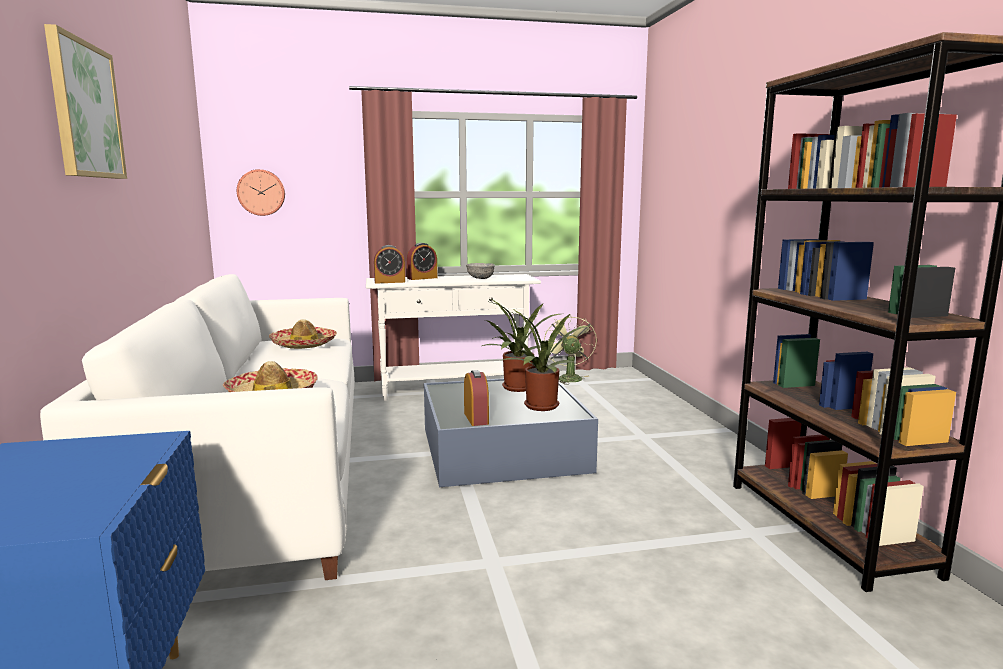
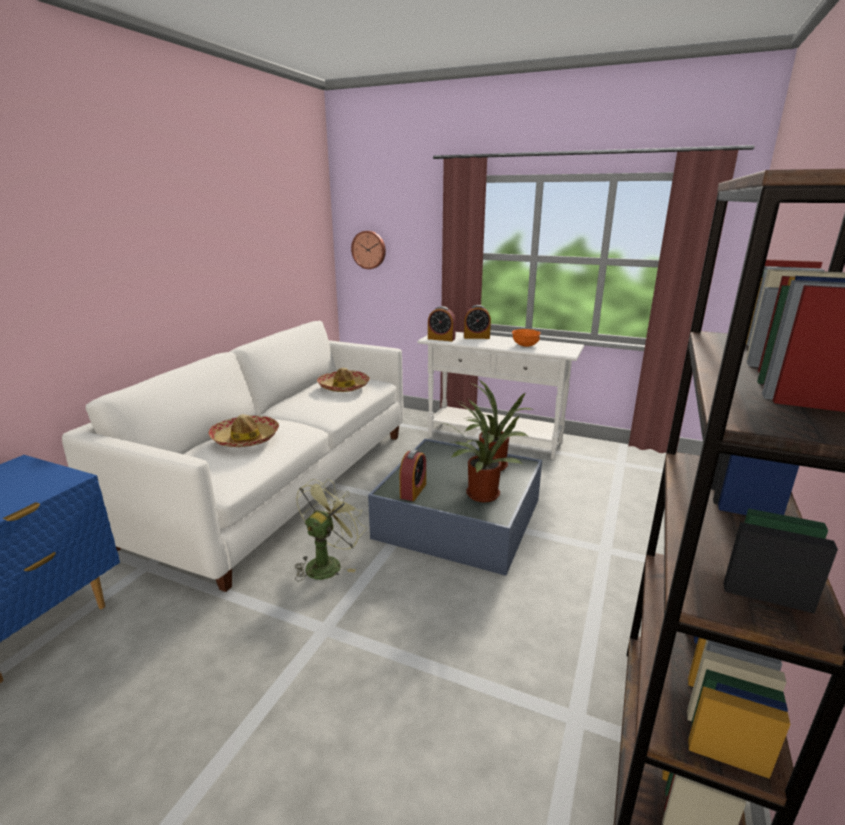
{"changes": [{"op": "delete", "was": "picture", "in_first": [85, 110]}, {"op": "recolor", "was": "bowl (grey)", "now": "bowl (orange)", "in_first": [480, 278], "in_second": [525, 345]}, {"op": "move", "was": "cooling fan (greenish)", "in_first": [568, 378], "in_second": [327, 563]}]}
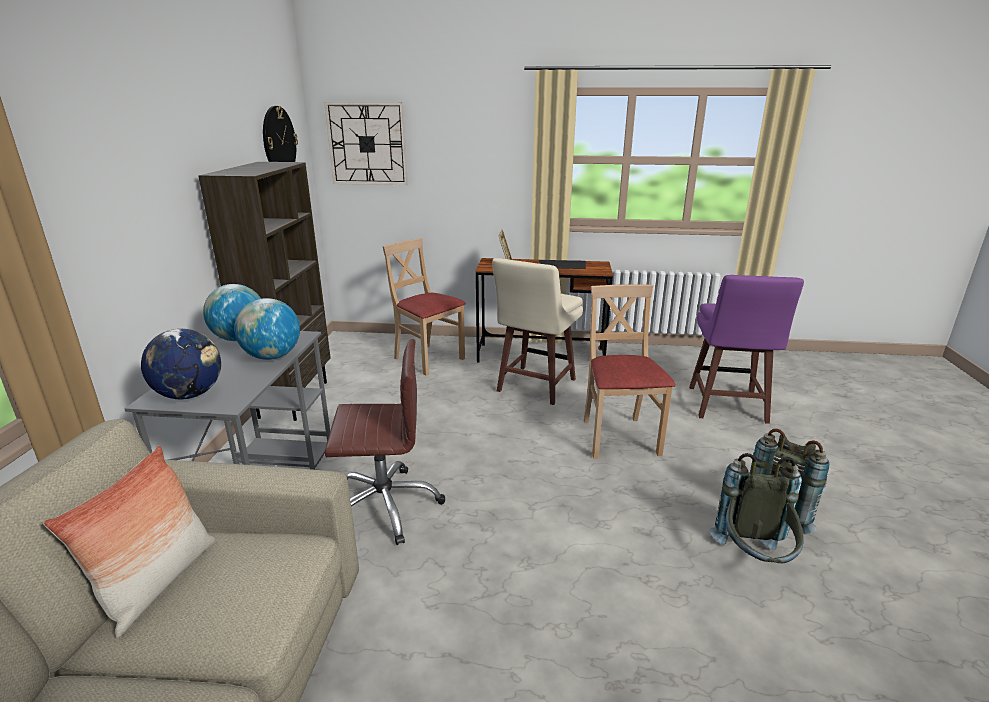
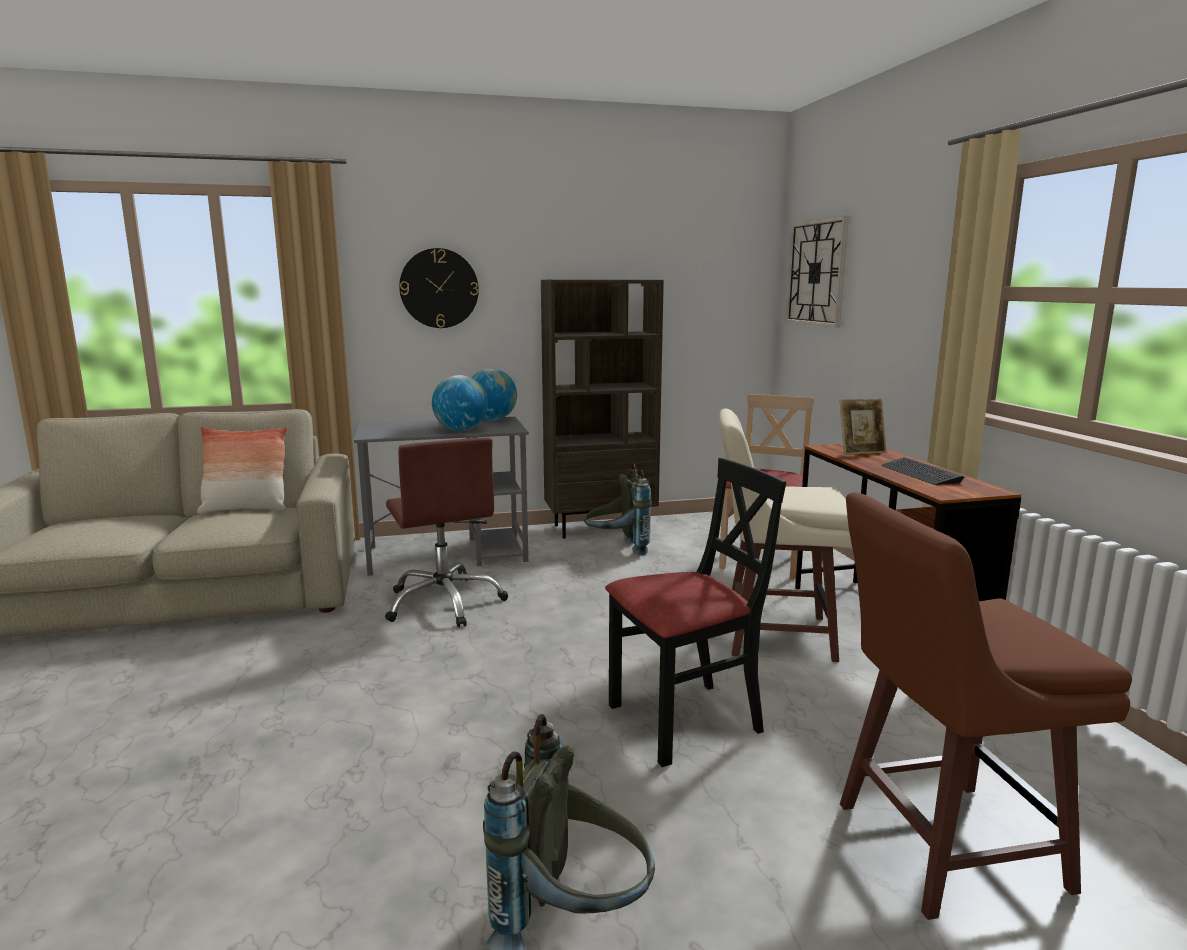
{"changes": [{"op": "move", "was": "hanging clock", "in_first": [279, 141], "in_second": [439, 288]}, {"op": "recolor", "was": "stool seat (purple-coloured)", "now": "stool seat (brown)", "in_first": [726, 406], "in_second": [942, 845]}, {"op": "recolor", "was": "chair (beige)", "now": "chair (blackish)", "in_first": [619, 437], "in_second": [685, 720]}, {"op": "delete", "was": "globe", "in_first": [190, 394]}, {"op": "move", "was": "knapsack (grey)", "in_first": [753, 561], "in_second": [617, 549]}]}
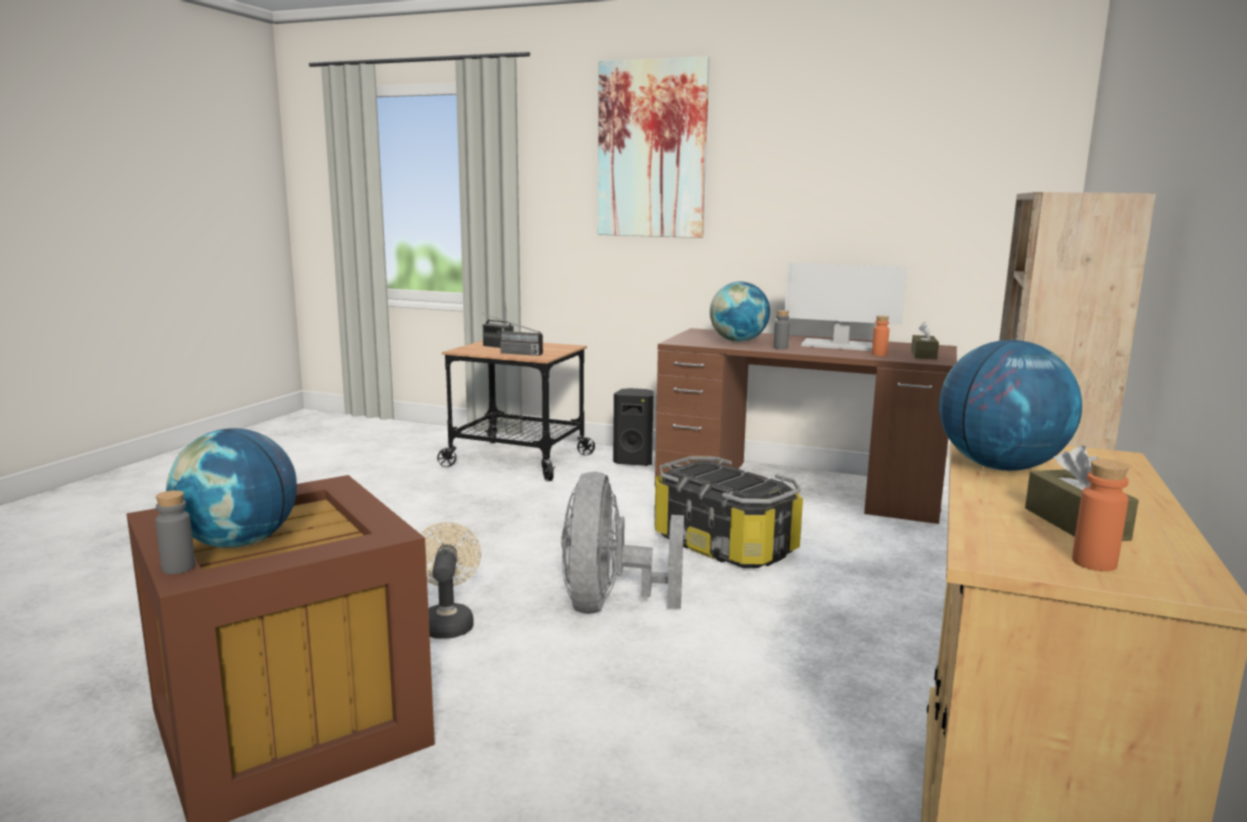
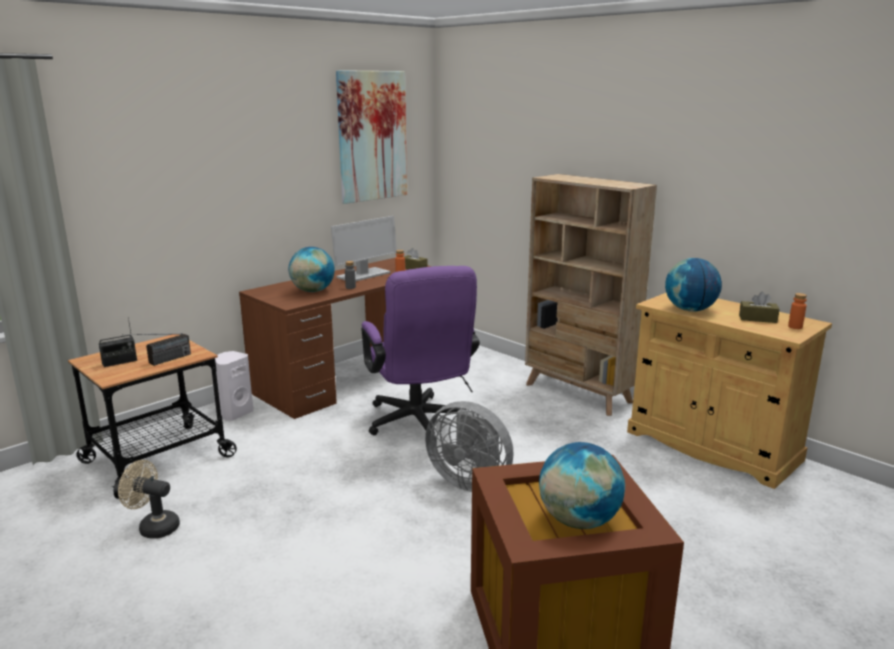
{"changes": [{"op": "move", "was": "picture", "in_first": [652, 149], "in_second": [372, 136]}, {"op": "recolor", "was": "audio speaker (blackish)", "now": "audio speaker (whitish)", "in_first": [634, 461], "in_second": [234, 413]}, {"op": "replace", "was": "storage box", "now": "office chair (purple-coloured)", "in_first": [723, 545], "in_second": [419, 424]}, {"op": "delete", "was": "beverage bottle (grey)", "in_first": [178, 568]}, {"op": "move", "was": "cooling fan (beige)", "in_first": [447, 622], "in_second": [154, 527]}]}
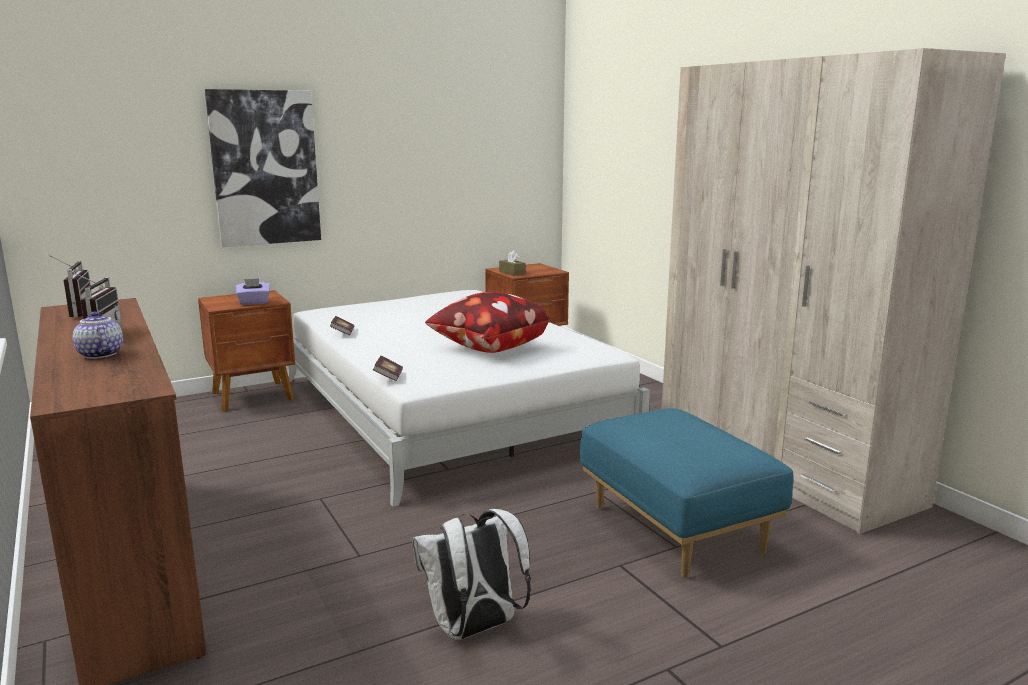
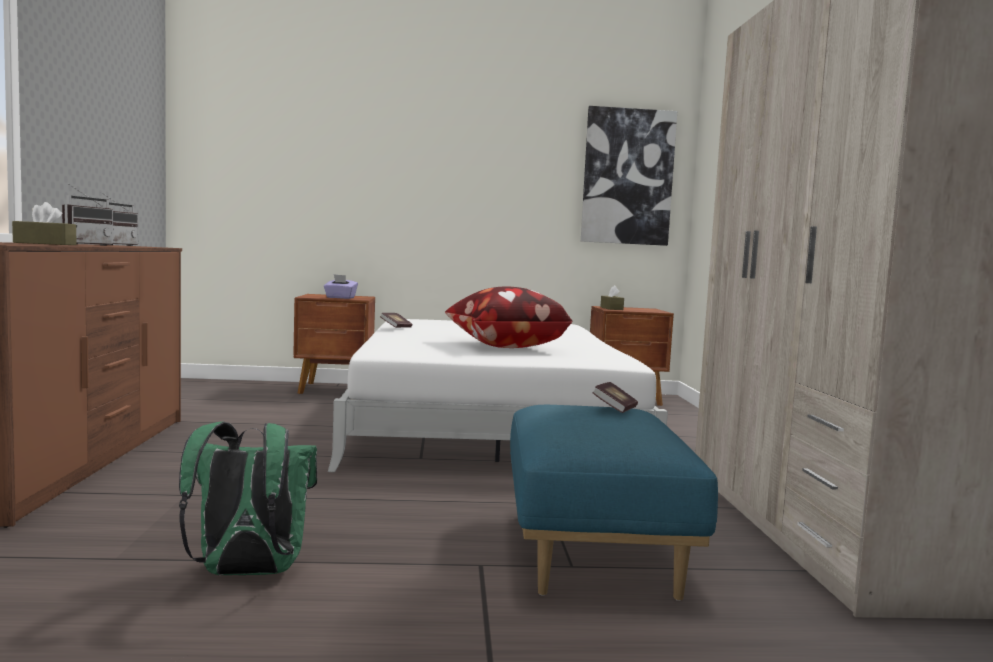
{"changes": [{"op": "move", "was": "picture", "in_first": [265, 168], "in_second": [627, 177]}, {"op": "replace", "was": "tea pot", "now": "box of tissues (brown)", "in_first": [99, 354], "in_second": [45, 244]}, {"op": "move", "was": "book", "in_first": [388, 377], "in_second": [615, 410]}, {"op": "recolor", "was": "knapsack (whitish)", "now": "knapsack (greenish)", "in_first": [474, 629], "in_second": [247, 573]}]}
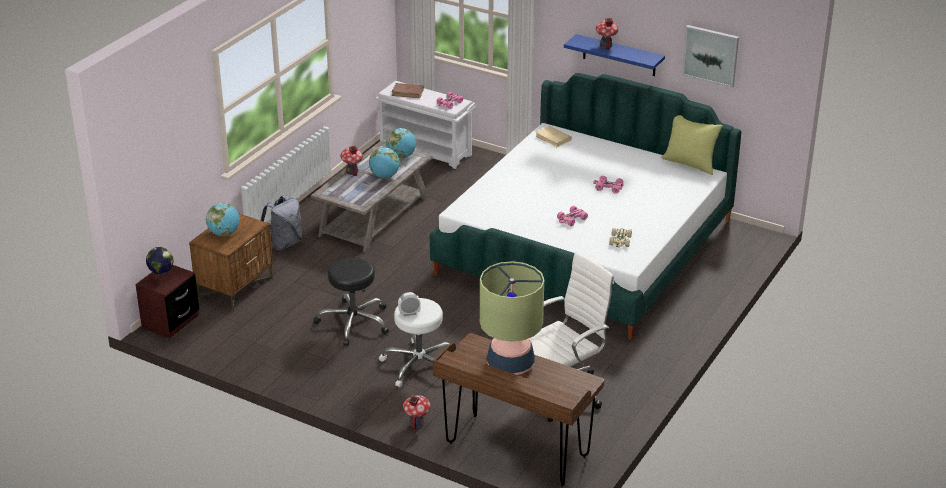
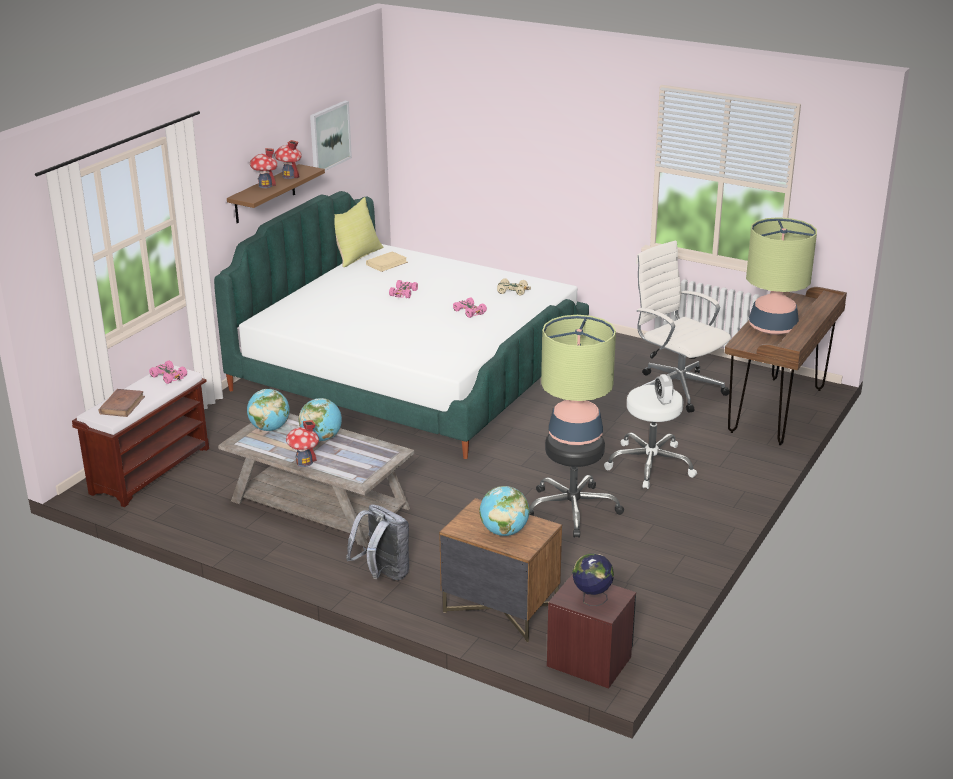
{"changes": [{"op": "recolor", "was": "shelf (blue-coloured)", "now": "shelf (brown)", "in_first": [619, 55], "in_second": [265, 194]}, {"op": "recolor", "was": "long seat (whitish)", "now": "long seat (brown)", "in_first": [426, 151], "in_second": [151, 470]}, {"op": "move", "was": "book (beige)", "in_first": [553, 138], "in_second": [387, 263]}, {"op": "move", "was": "toy house", "in_first": [417, 423], "in_second": [289, 176]}, {"op": "insert", "now": "lamp for a table", "in_second": [575, 436]}]}
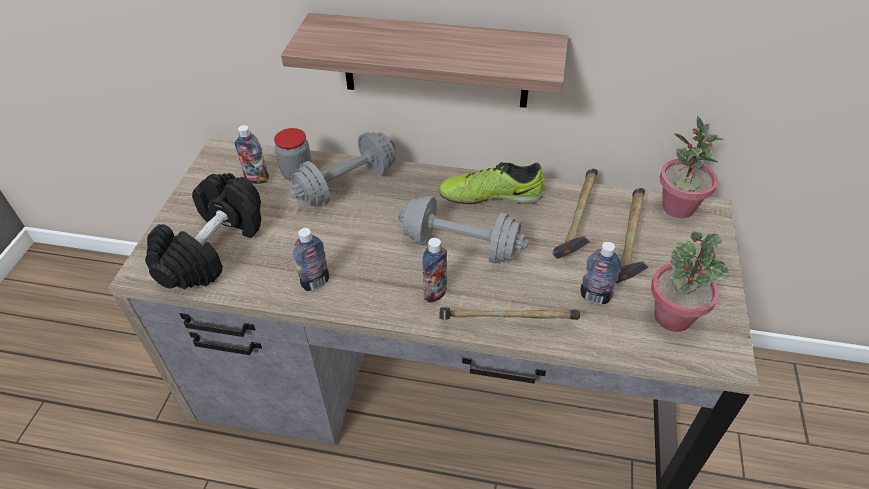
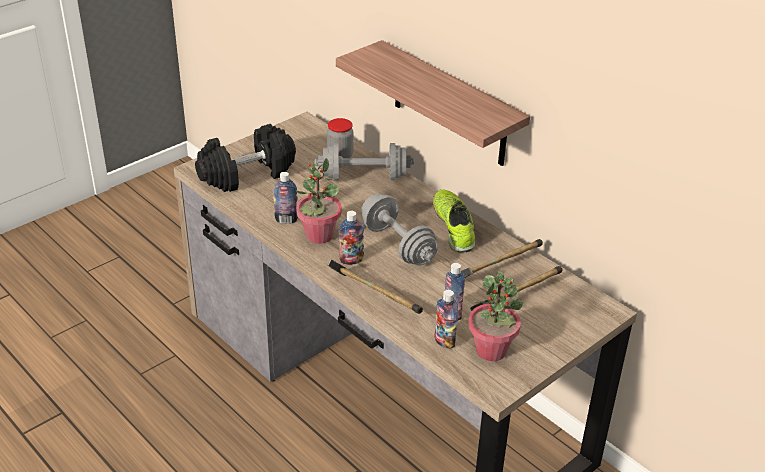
{"changes": [{"op": "move", "was": "potted plant", "in_first": [678, 207], "in_second": [319, 235]}, {"op": "move", "was": "beverage bottle", "in_first": [257, 179], "in_second": [444, 341]}, {"op": "rotate", "was": "item of footwear", "in_first": [490, 196], "in_second": [454, 226], "clockwise": 45}]}
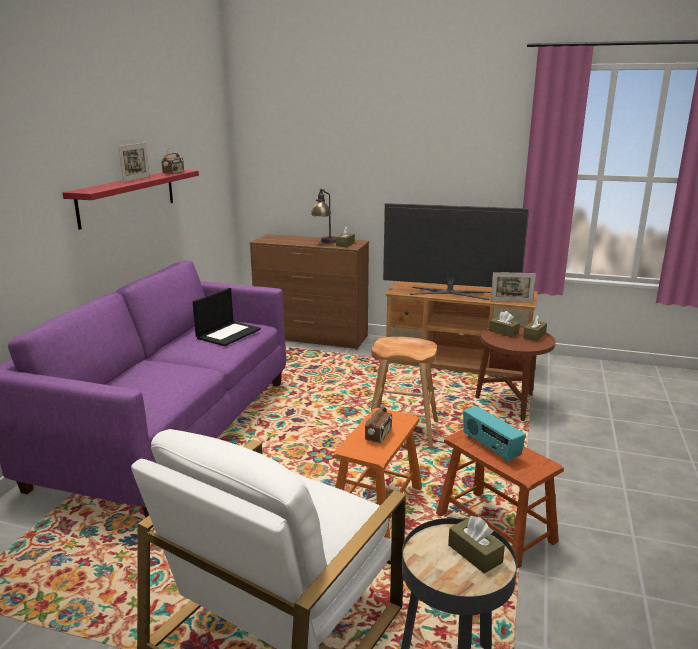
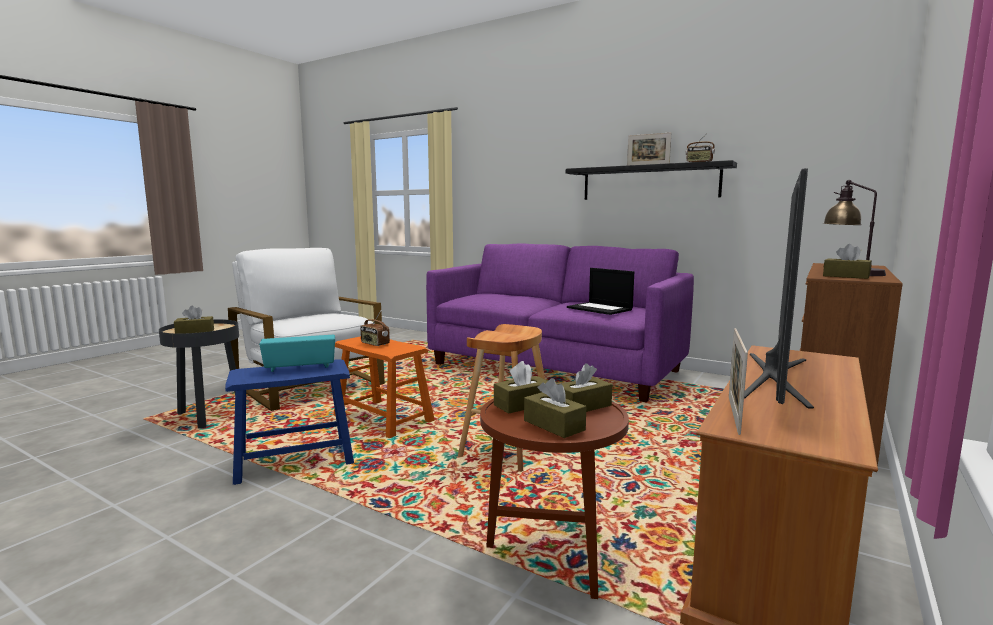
{"changes": [{"op": "recolor", "was": "shelf (red-coloured)", "now": "shelf (blackish)", "in_first": [128, 197], "in_second": [649, 182]}, {"op": "recolor", "was": "stool seat (brown)", "now": "stool seat (blue-coloured)", "in_first": [495, 527], "in_second": [295, 459]}, {"op": "insert", "now": "box of tissues (brown)", "in_second": [522, 404]}]}
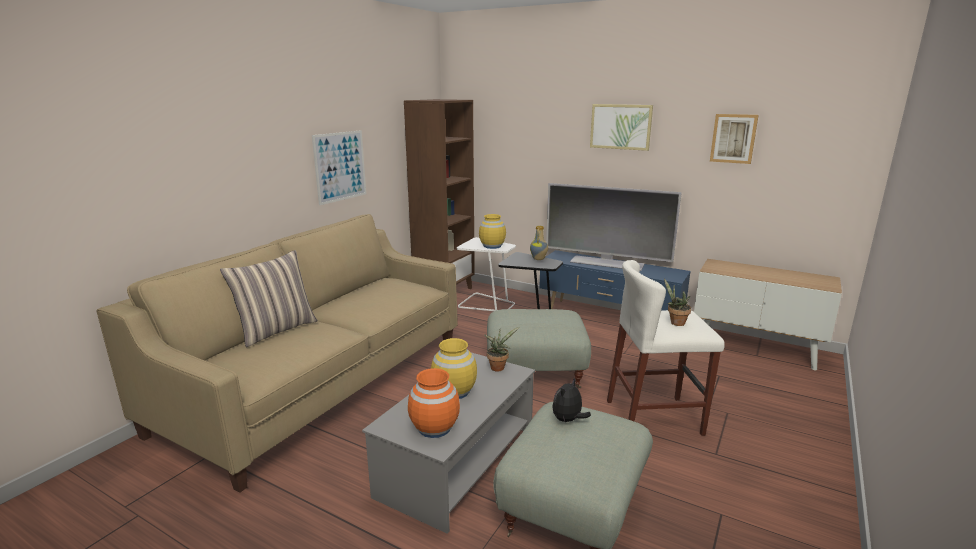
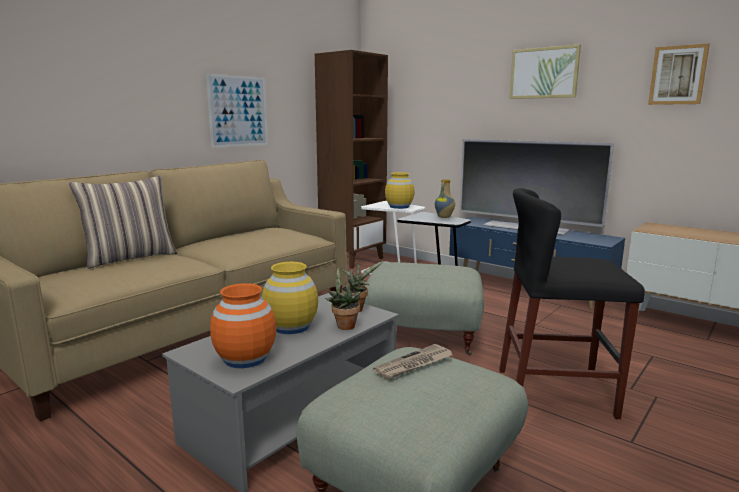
{"changes": [{"op": "recolor", "was": "stool seat (whitish)", "now": "stool seat (blackish)", "in_first": [654, 417], "in_second": [555, 393]}, {"op": "move", "was": "potted plant", "in_first": [675, 322], "in_second": [344, 325]}, {"op": "replace", "was": "soft toy", "now": "daily paper", "in_first": [568, 420], "in_second": [414, 364]}]}
